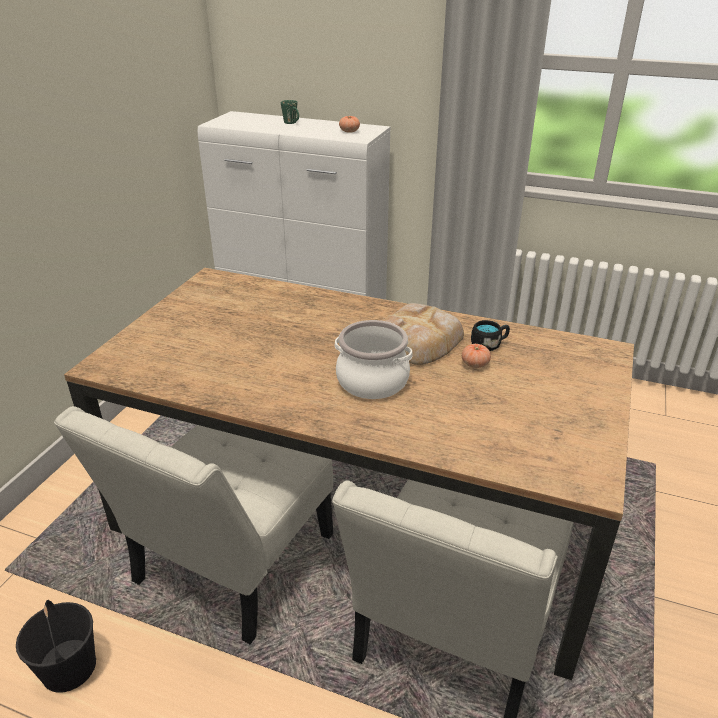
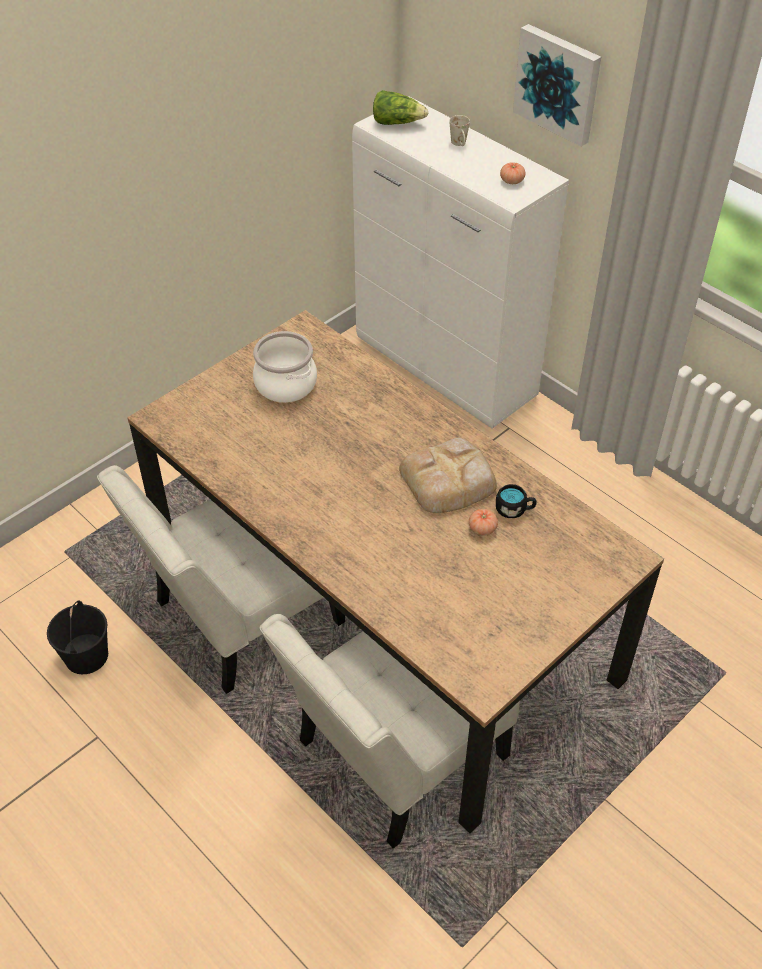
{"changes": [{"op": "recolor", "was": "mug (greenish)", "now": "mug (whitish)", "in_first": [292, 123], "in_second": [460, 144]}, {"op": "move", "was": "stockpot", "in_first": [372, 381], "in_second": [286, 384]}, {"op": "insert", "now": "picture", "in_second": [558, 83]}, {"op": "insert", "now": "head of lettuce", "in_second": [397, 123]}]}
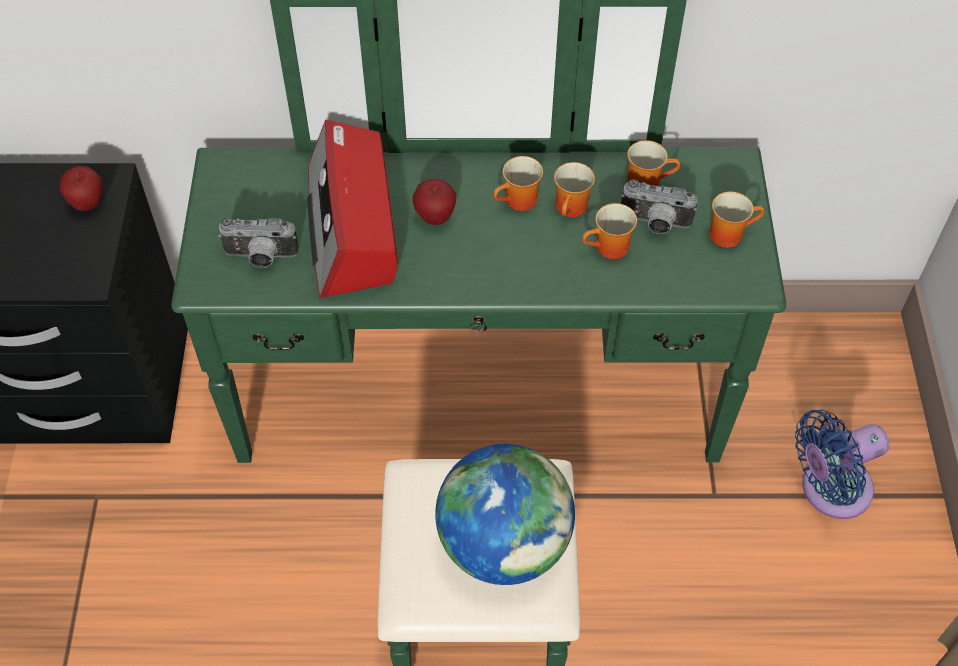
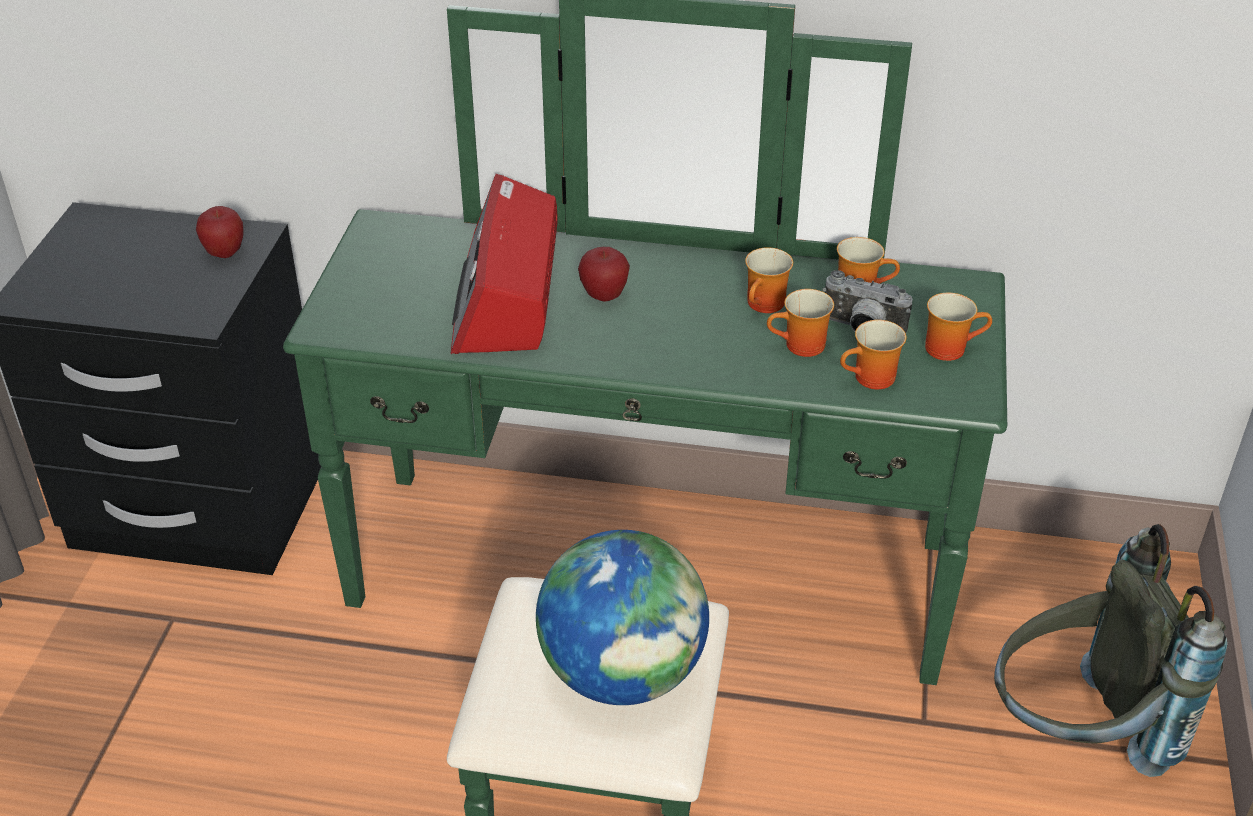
{"changes": [{"op": "move", "was": "mug", "in_first": [519, 202], "in_second": [872, 380]}, {"op": "delete", "was": "still camera", "in_first": [260, 258]}, {"op": "replace", "was": "cooling fan (blue-coloured)", "now": "knapsack (grey)", "in_first": [829, 490], "in_second": [1076, 736]}]}
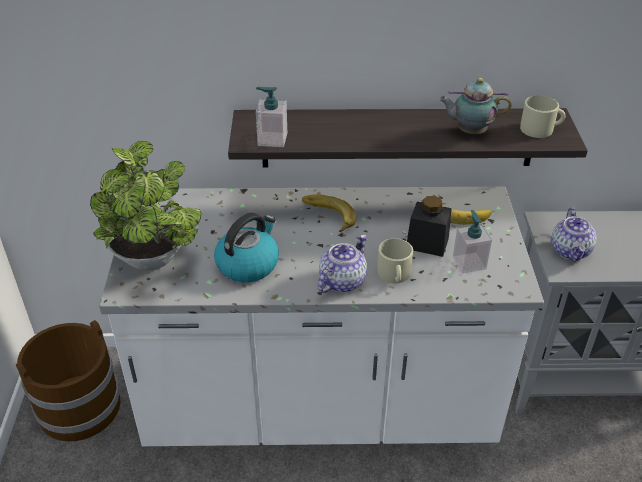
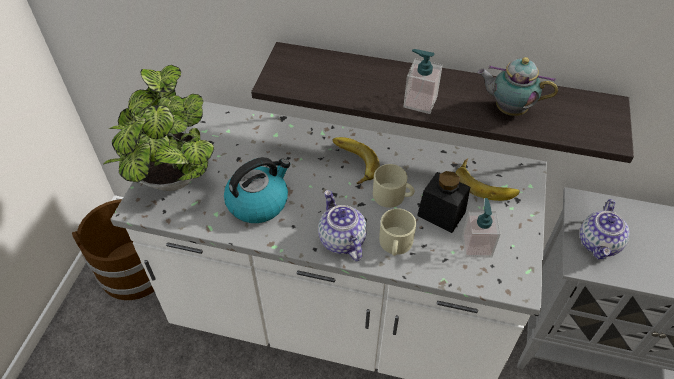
{"changes": [{"op": "move", "was": "soap bottle", "in_first": [272, 139], "in_second": [420, 102]}, {"op": "move", "was": "mug (beige)", "in_first": [541, 129], "in_second": [393, 196]}, {"op": "rotate", "was": "tea pot", "in_first": [342, 281], "in_second": [341, 240], "clockwise": -75}]}
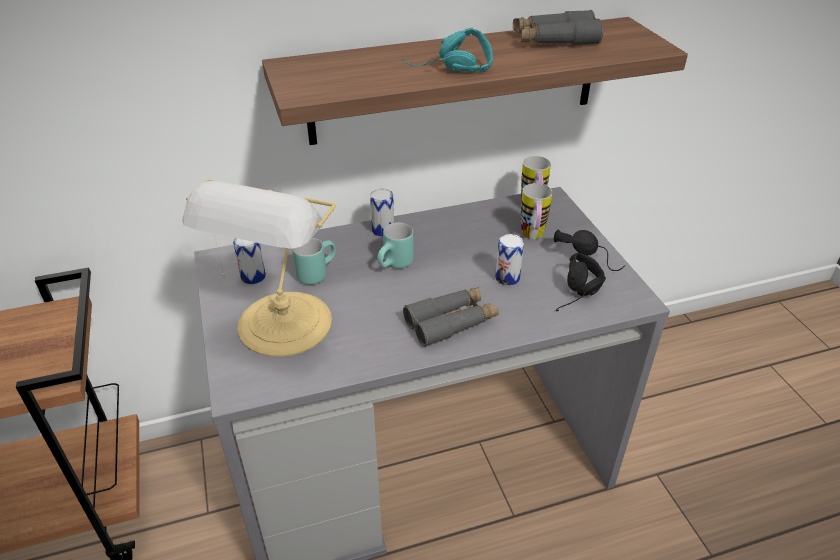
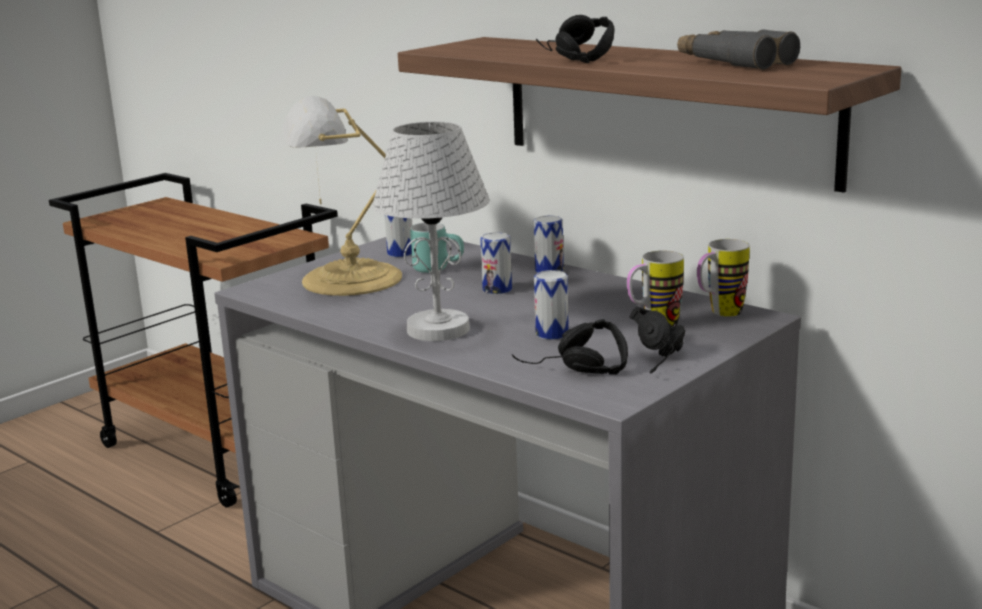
{"changes": [{"op": "recolor", "was": "pair of headphones (turquoise-coloured)", "now": "pair of headphones (blackish)", "in_first": [449, 71], "in_second": [566, 58]}, {"op": "replace", "was": "mug (turquoise-coloured)", "now": "sealed can", "in_first": [396, 266], "in_second": [497, 289]}, {"op": "replace", "was": "pair of binoculars (grey)", "now": "lamp for a table (whitish)", "in_first": [451, 322], "in_second": [438, 330]}]}
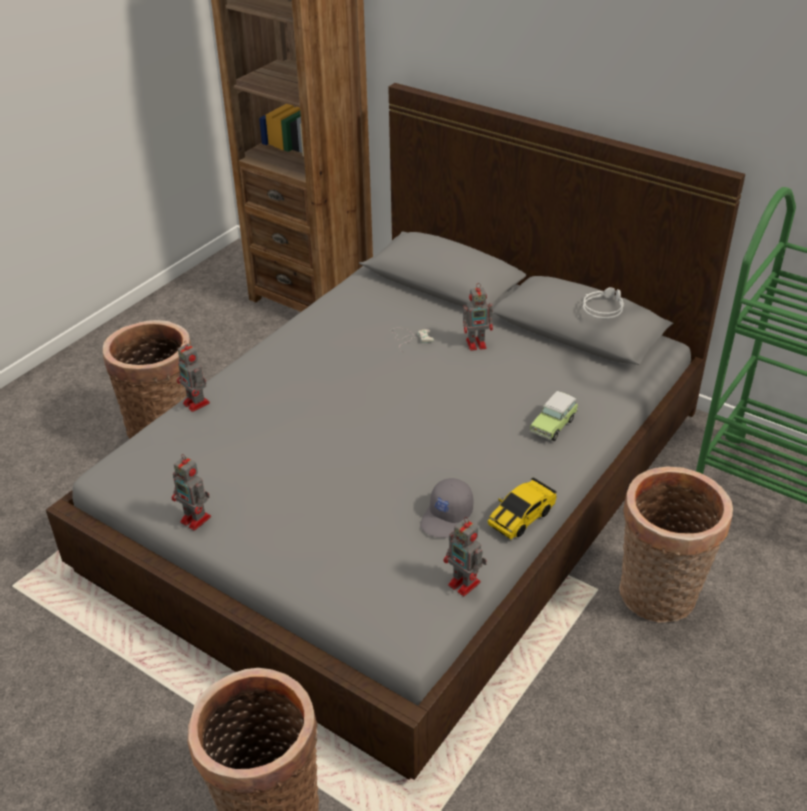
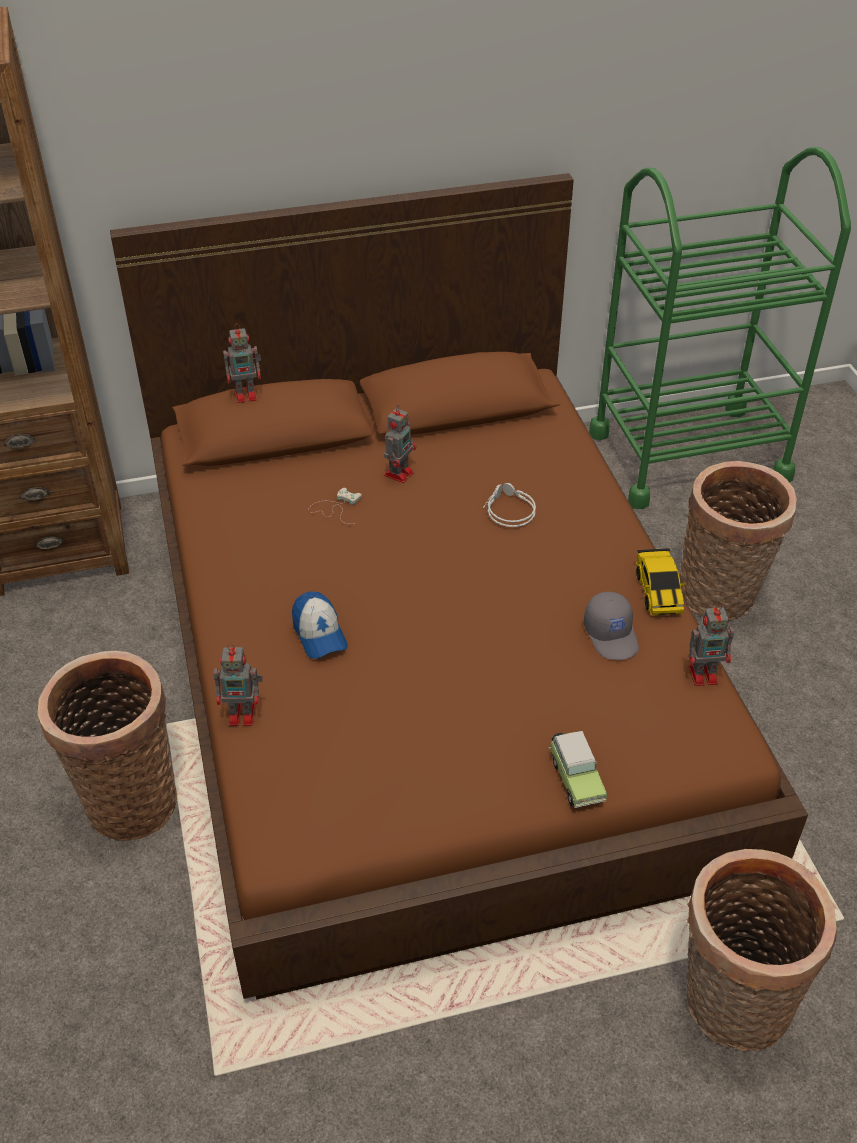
{"changes": [{"op": "recolor", "was": "bed (grey)", "now": "bed (brown)", "in_first": [406, 485], "in_second": [428, 658]}, {"op": "move", "was": "pair of headphones (grey)", "in_first": [603, 307], "in_second": [508, 510]}, {"op": "move", "was": "model car", "in_first": [554, 425], "in_second": [575, 777]}, {"op": "move", "was": "model robot", "in_first": [196, 520], "in_second": [247, 394]}, {"op": "insert", "now": "baseball cap", "in_second": [319, 634]}]}
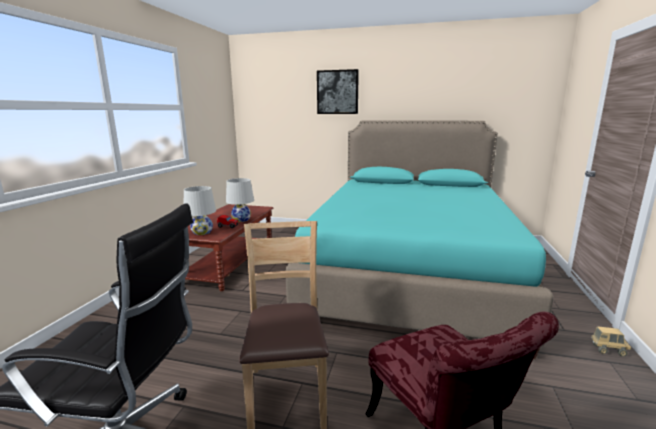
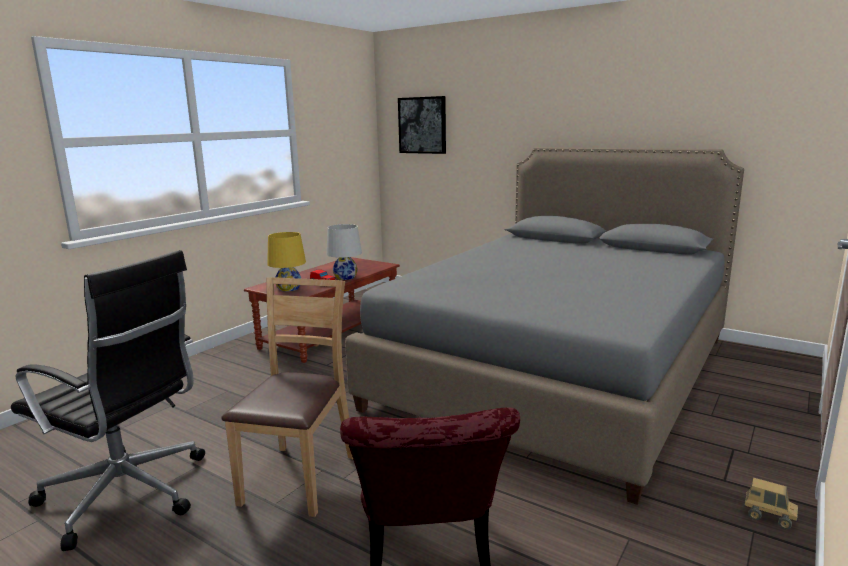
{"changes": [{"op": "move", "was": "picture", "in_first": [337, 92], "in_second": [422, 125]}, {"op": "recolor", "was": "bed (turquoise-coloured)", "now": "bed (grey)", "in_first": [409, 272], "in_second": [557, 372]}, {"op": "recolor", "was": "lamp for a table (whitish)", "now": "lamp for a table (yellow)", "in_first": [202, 232], "in_second": [288, 288]}]}
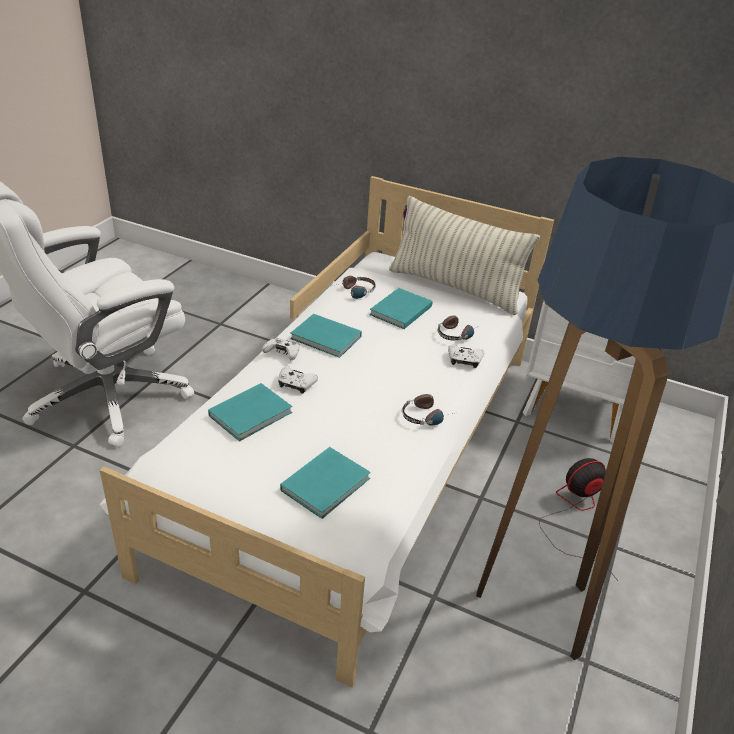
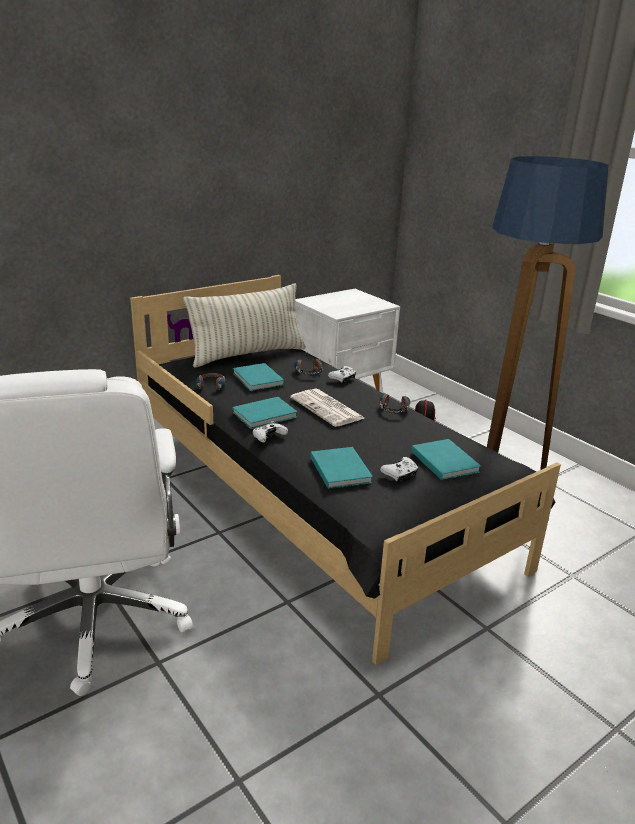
{"changes": [{"op": "recolor", "was": "bed (whitish)", "now": "bed (blackish)", "in_first": [360, 453], "in_second": [315, 496]}, {"op": "move", "was": "game controller (whitish)", "in_first": [296, 384], "in_second": [400, 475]}, {"op": "insert", "now": "daily paper", "in_second": [328, 409]}]}
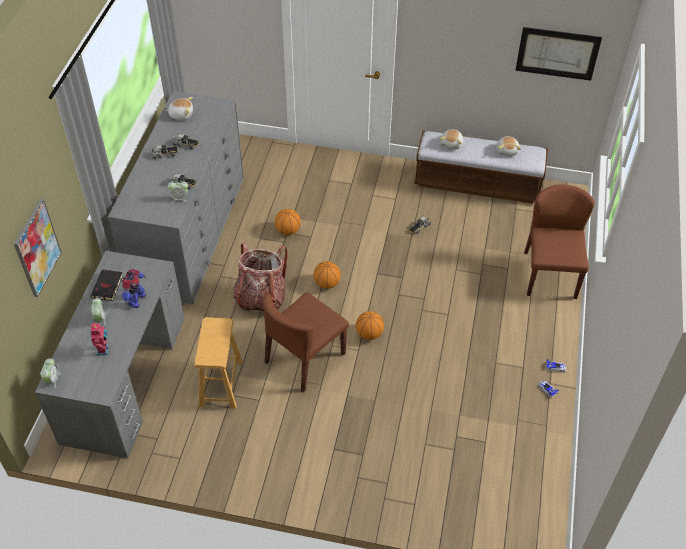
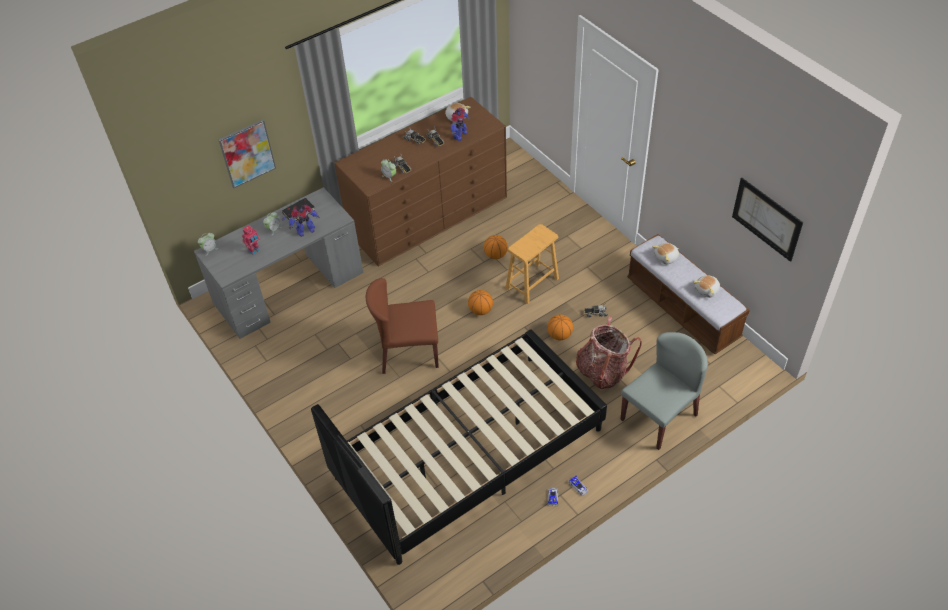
{"changes": [{"op": "recolor", "was": "chest of drawers (grey)", "now": "chest of drawers (brown)", "in_first": [189, 232], "in_second": [428, 215]}, {"op": "recolor", "was": "chair (brown)", "now": "chair (grey)", "in_first": [550, 274], "in_second": [659, 416]}, {"op": "move", "was": "knapsack", "in_first": [261, 298], "in_second": [602, 371]}, {"op": "move", "was": "basketball", "in_first": [369, 334], "in_second": [559, 335]}, {"op": "move", "was": "stool seat (brown)", "in_first": [221, 384], "in_second": [532, 283]}, {"op": "insert", "now": "model robot", "in_second": [459, 135]}, {"op": "insert", "now": "bed (blackish)", "in_second": [468, 453]}]}
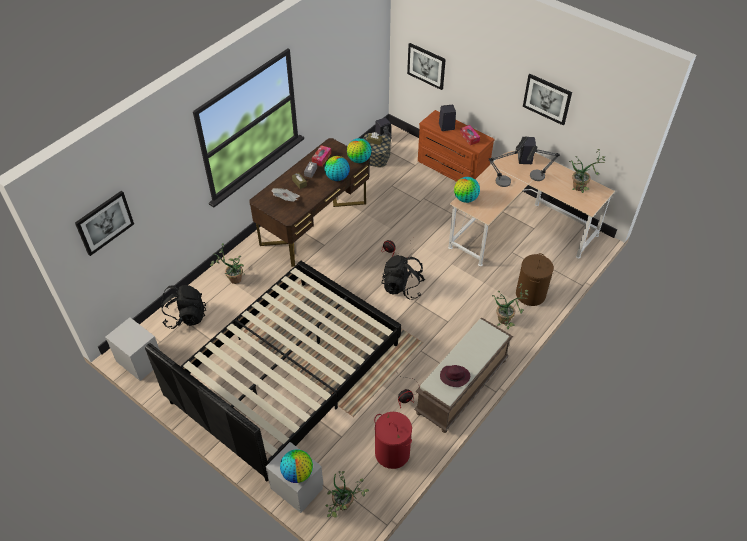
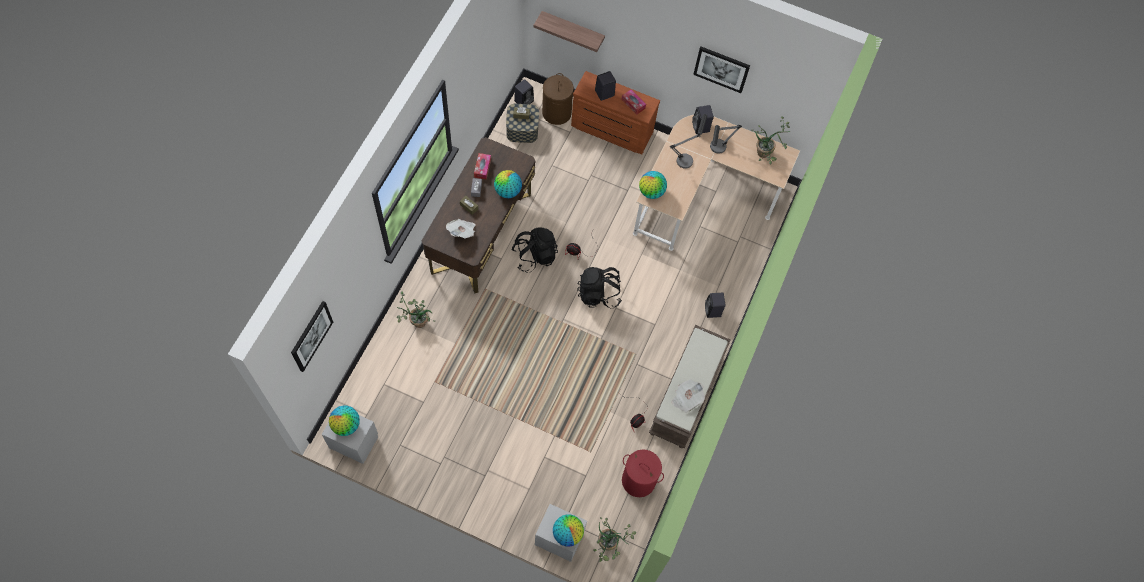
{"changes": [{"op": "replace", "was": "picture", "now": "shelf", "in_first": [426, 66], "in_second": [572, 29]}, {"op": "move", "was": "globe", "in_first": [359, 160], "in_second": [346, 425]}, {"op": "move", "was": "hamper (brown)", "in_first": [530, 294], "in_second": [556, 113]}, {"op": "delete", "was": "bed (blackish)", "in_first": [286, 373]}, {"op": "replace", "was": "potted plant", "now": "audio speaker (blackish)", "in_first": [507, 321], "in_second": [713, 311]}, {"op": "move", "was": "knapsack (blackish)", "in_first": [186, 316], "in_second": [535, 256]}, {"op": "replace", "was": "hat (purple-coloured)", "now": "daily paper", "in_first": [454, 377], "in_second": [686, 399]}]}
